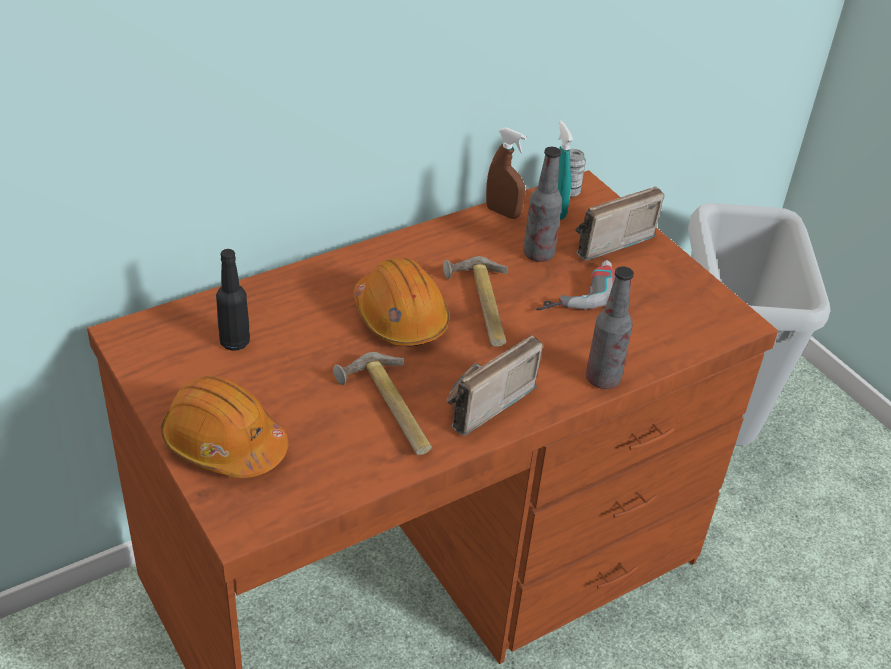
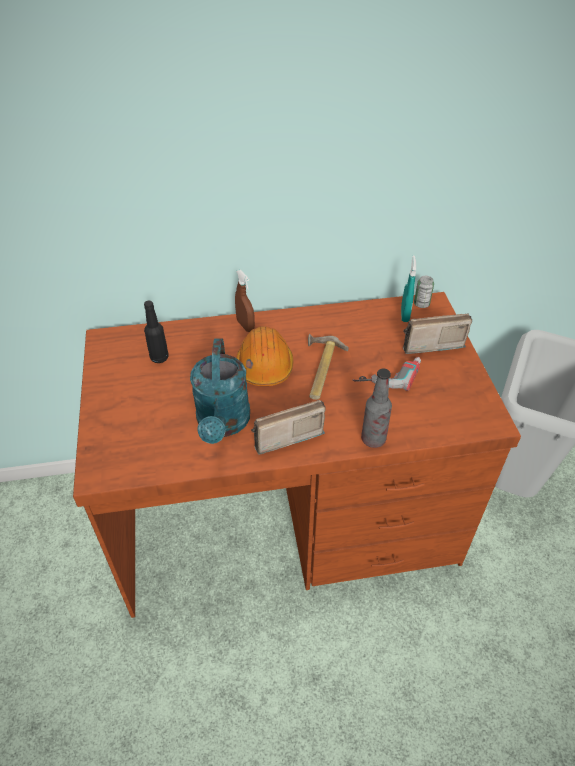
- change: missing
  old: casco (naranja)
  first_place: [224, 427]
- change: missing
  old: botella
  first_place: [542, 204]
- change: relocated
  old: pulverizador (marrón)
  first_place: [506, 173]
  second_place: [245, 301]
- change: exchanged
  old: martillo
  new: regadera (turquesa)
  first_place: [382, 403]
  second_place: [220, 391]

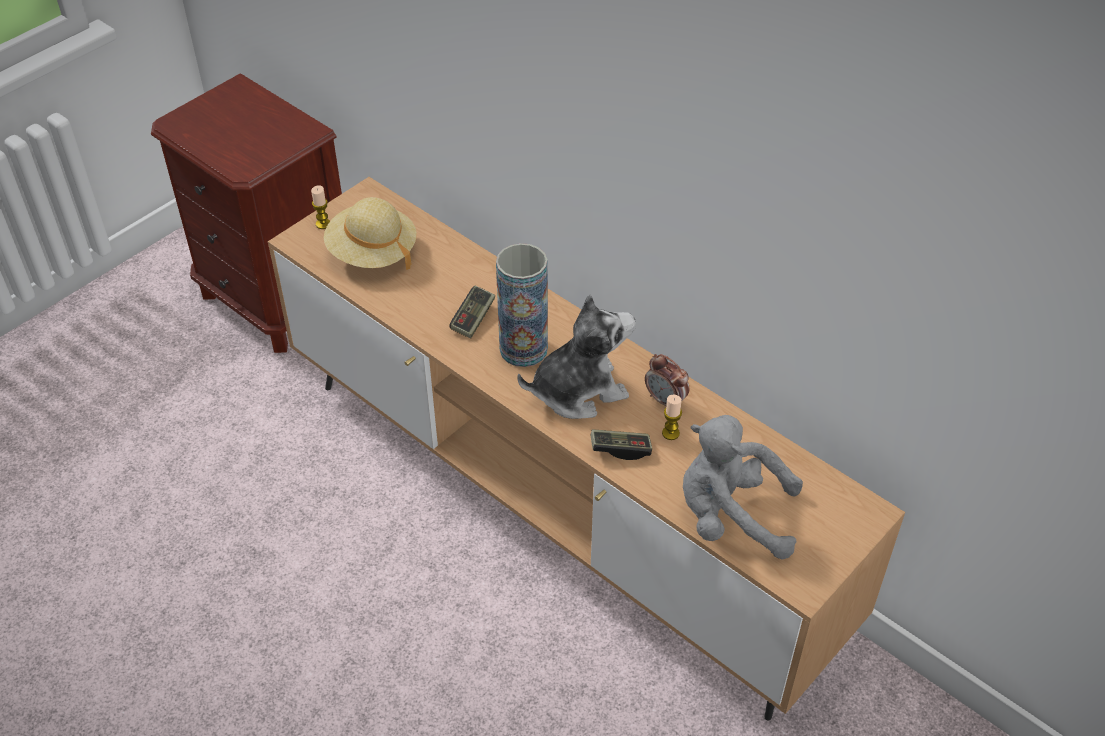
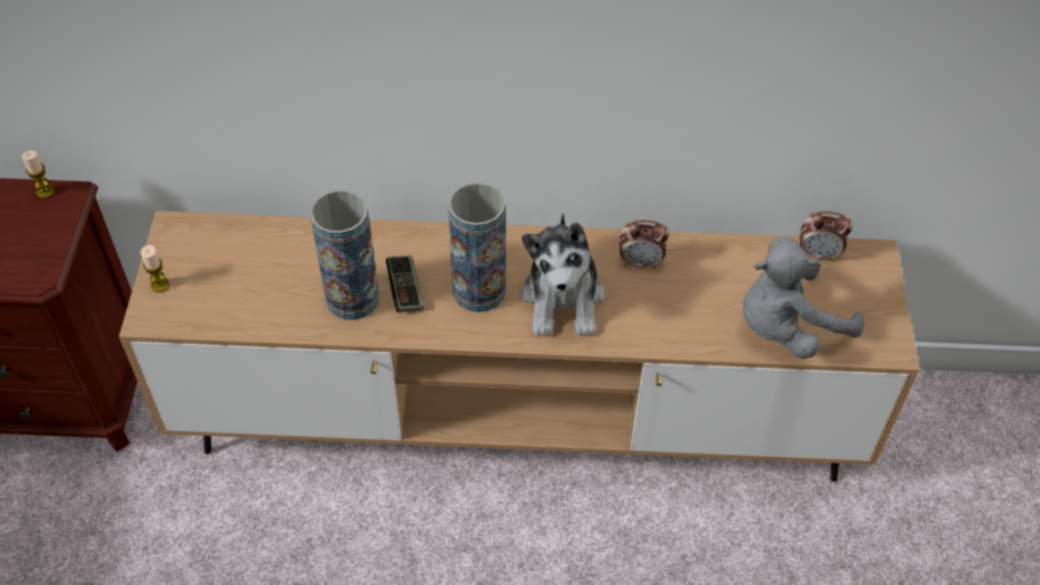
- change: missing
  old: sombrero (beis)
  first_place: [370, 233]
- change: missing
  old: mando de consola
  first_place: [621, 444]
- change: appeared
  new: florero
  second_place: [344, 255]
- change: appeared
  new: despertador
  second_place: [826, 236]
- change: relocated
  old: vela
  first_place: [672, 417]
  second_place: [38, 174]
- change: spun
  old: peluche
  first_place: [576, 356]
  second_place: [563, 274]
  degrees: 150

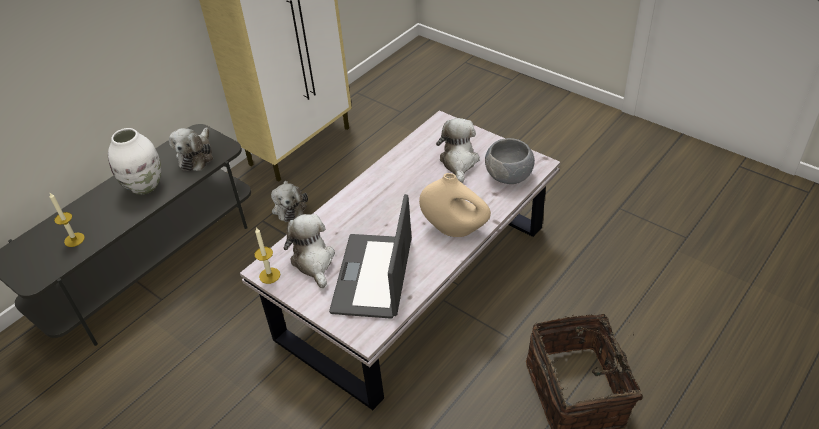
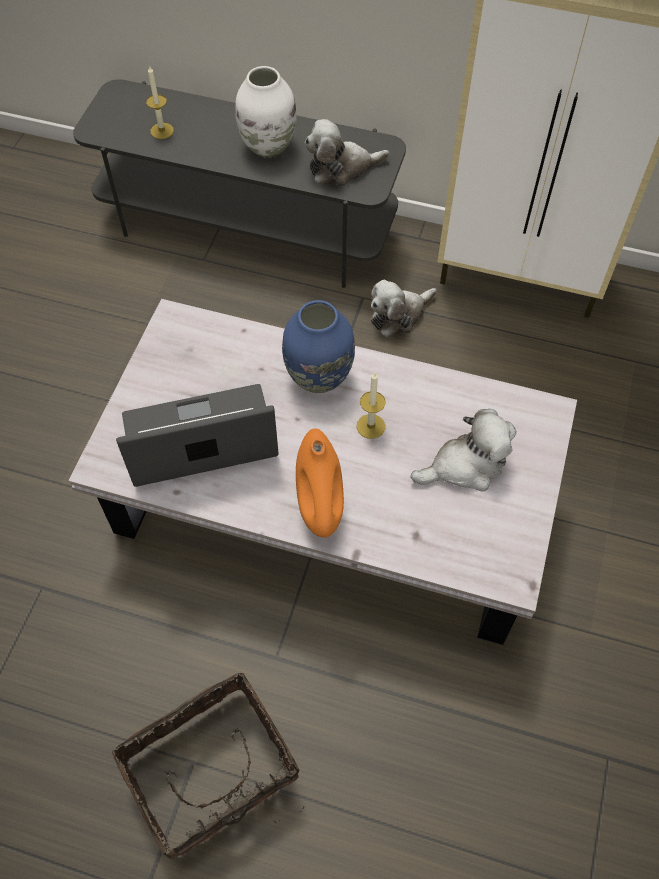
- change: missing
  old: peluche
  first_place: [309, 251]
- change: missing
  old: cuenco (gris)
  first_place: [510, 161]
- change: appeared
  new: florero (azul)
  second_place: [318, 346]
- change: relocated
  old: vela
  first_place: [267, 255]
  second_place: [371, 405]
- change: colour
  old: florero (beis)
  new: florero (naranja)
  first_place: [455, 205]
  second_place: [320, 483]

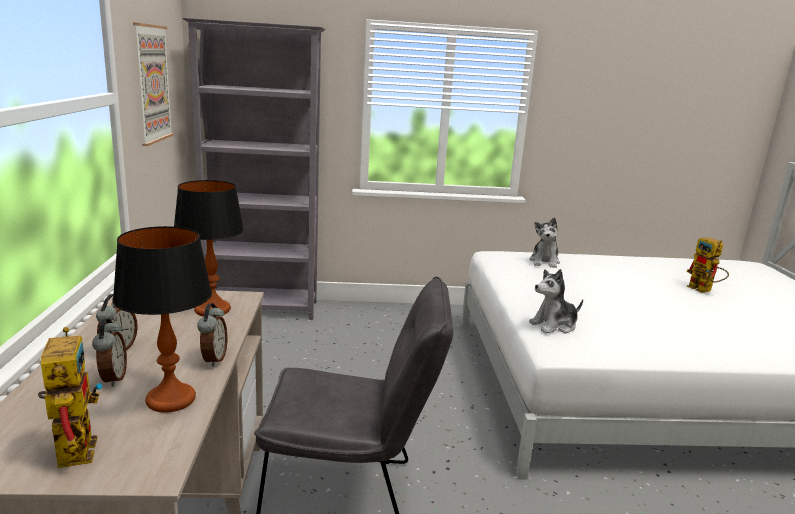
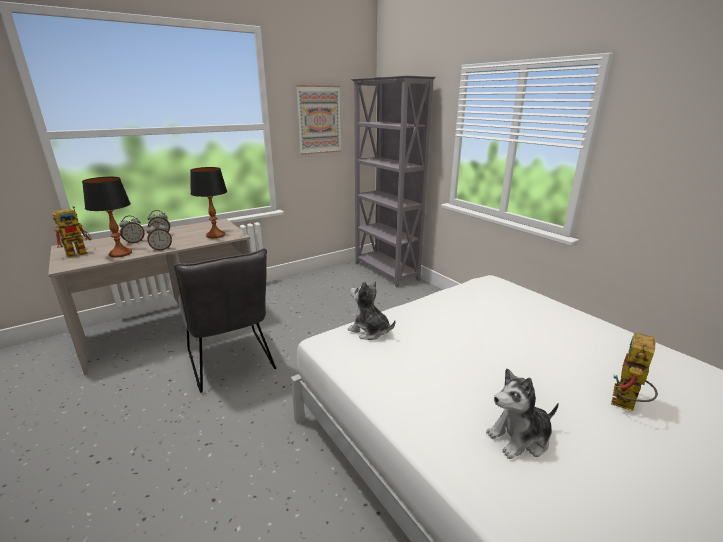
- change: relocated
  old: peluche
  first_place: [545, 242]
  second_place: [522, 413]

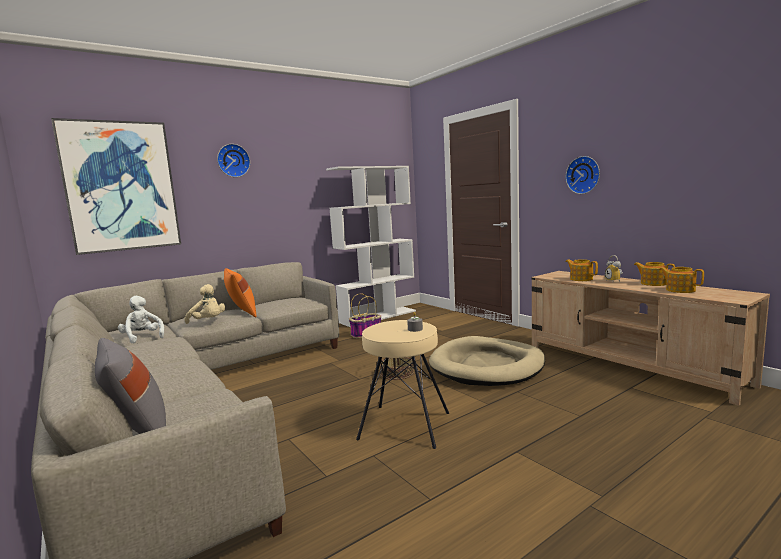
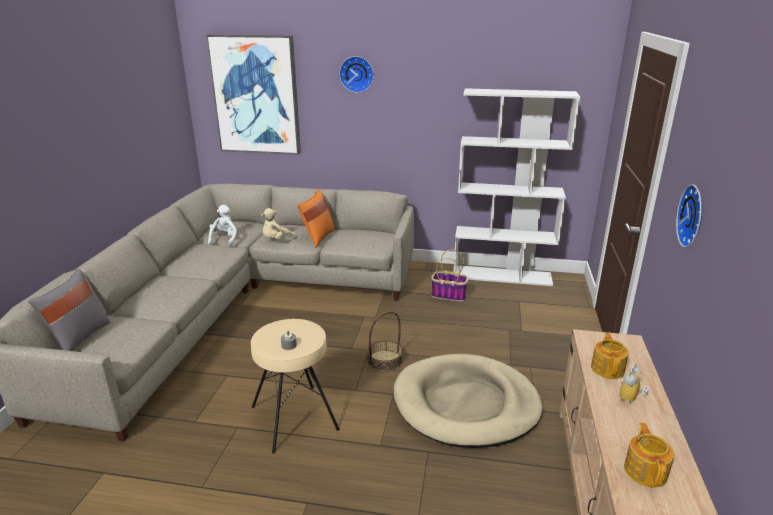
- change: missing
  old: tetera
  first_place: [654, 274]
- change: spun
  old: peluche (beis)
  first_place: [204, 304]
  second_place: [278, 223]
  degrees: 60

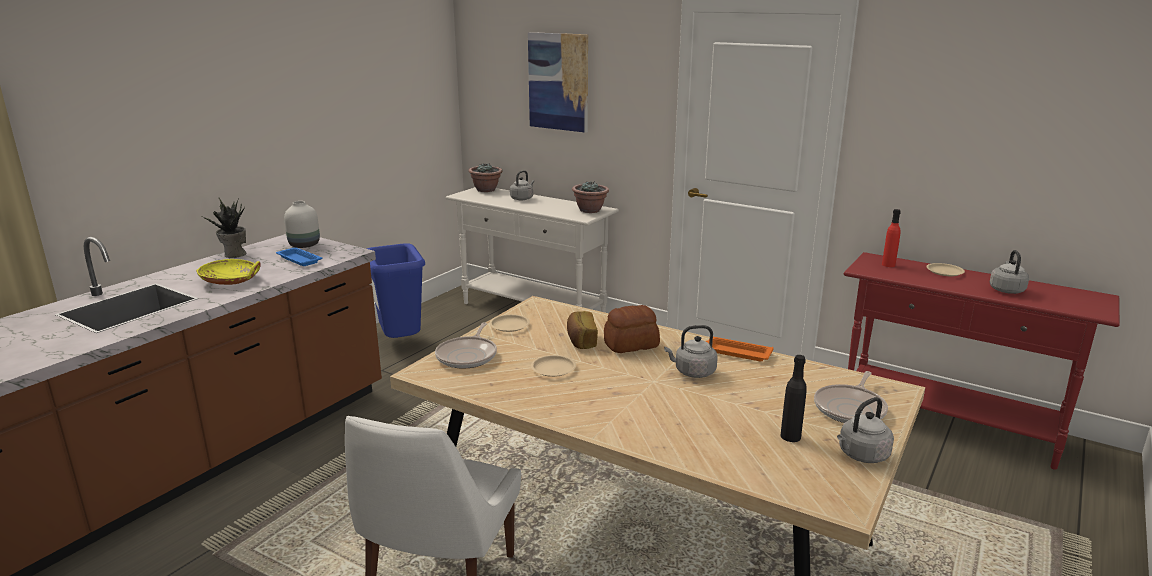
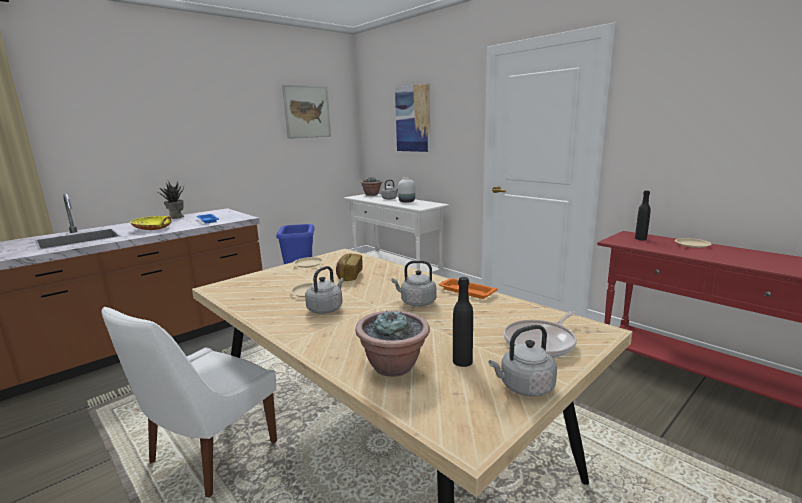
- change: missing
  old: sartén
  first_place: [466, 346]
- change: missing
  old: pan
  first_place: [632, 329]
- change: appeared
  new: cuadro
  second_place: [306, 112]
- change: relocated
  old: florero (blanco)
  first_place: [302, 224]
  second_place: [406, 190]
- change: relocated
  old: planta en maceta
  first_place: [590, 197]
  second_place: [392, 343]
- change: relocated
  old: hervidor (gris)
  first_place: [1009, 272]
  second_place: [324, 290]
- change: colour
  old: botella (rojo)
  new: botella (negro)
  first_place: [891, 238]
  second_place: [643, 215]

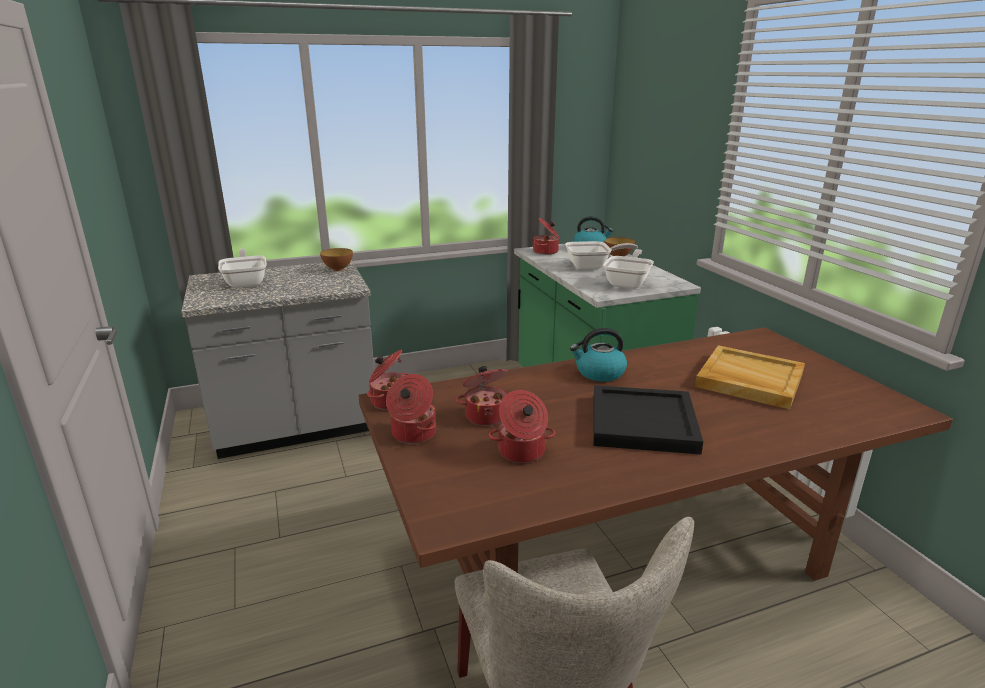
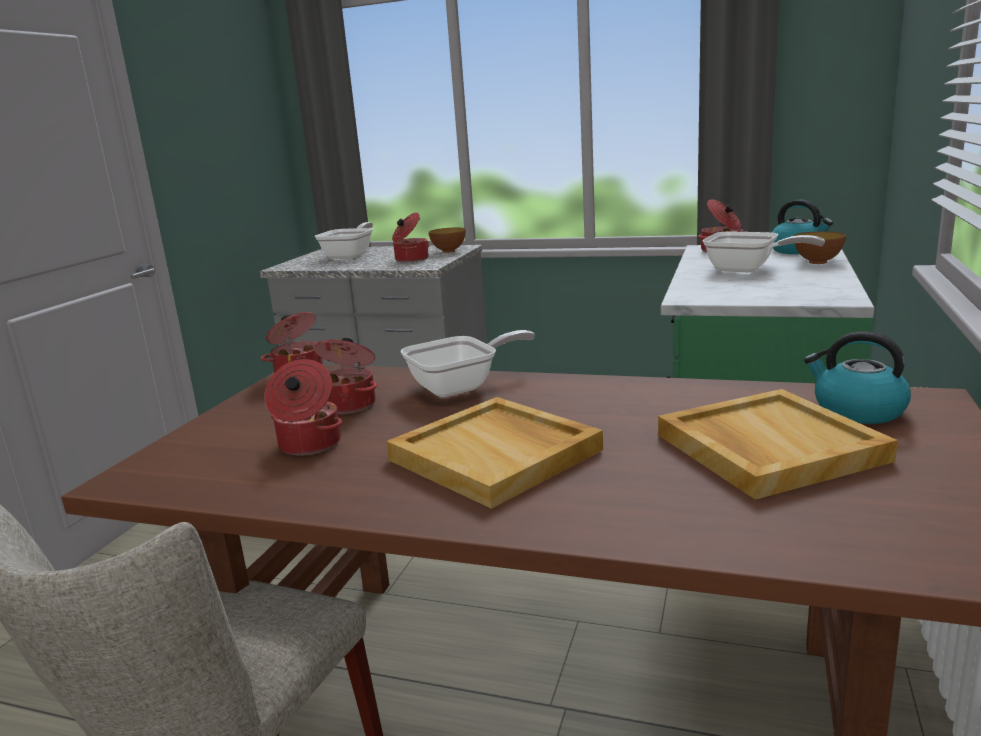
- change: relocated
  old: olla
  first_place: [411, 409]
  second_place: [410, 237]
- change: relocated
  old: hervidor
  first_place: [598, 355]
  second_place: [857, 377]
- change: relocated
  old: sartén
  first_place: [628, 269]
  second_place: [467, 363]
- change: colour
  old: bandeja (negro)
  new: bandeja (beis)
  first_place: [648, 419]
  second_place: [494, 453]

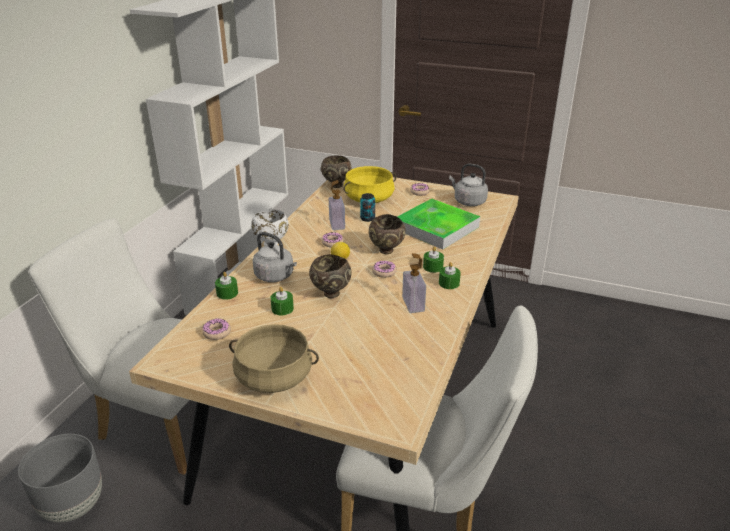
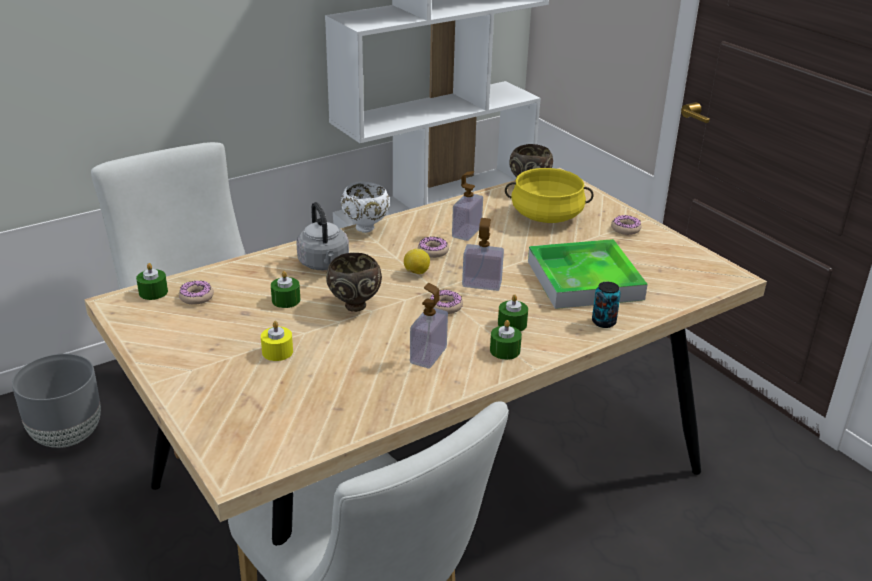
- change: missing
  old: olla (beis)
  first_place: [274, 358]
- change: missing
  old: hervidor (gris)
  first_place: [468, 185]
- change: appeared
  new: vela (amarillo)
  second_place: [277, 341]
- change: relocated
  old: vela (verde)
  first_place: [226, 286]
  second_place: [152, 281]
- change: relocated
  old: lata
  first_place: [367, 207]
  second_place: [606, 305]
- change: exchanged
  old: cuenco (marrón)
  new: dispensador de jabón
  first_place: [387, 234]
  second_place: [483, 254]

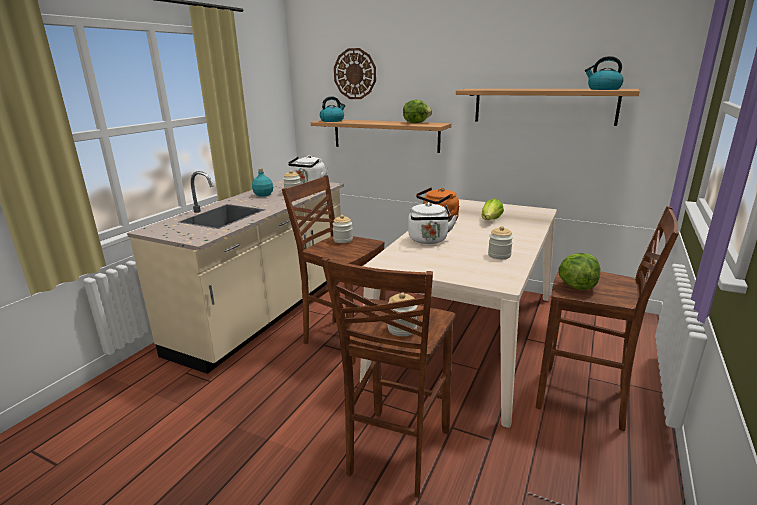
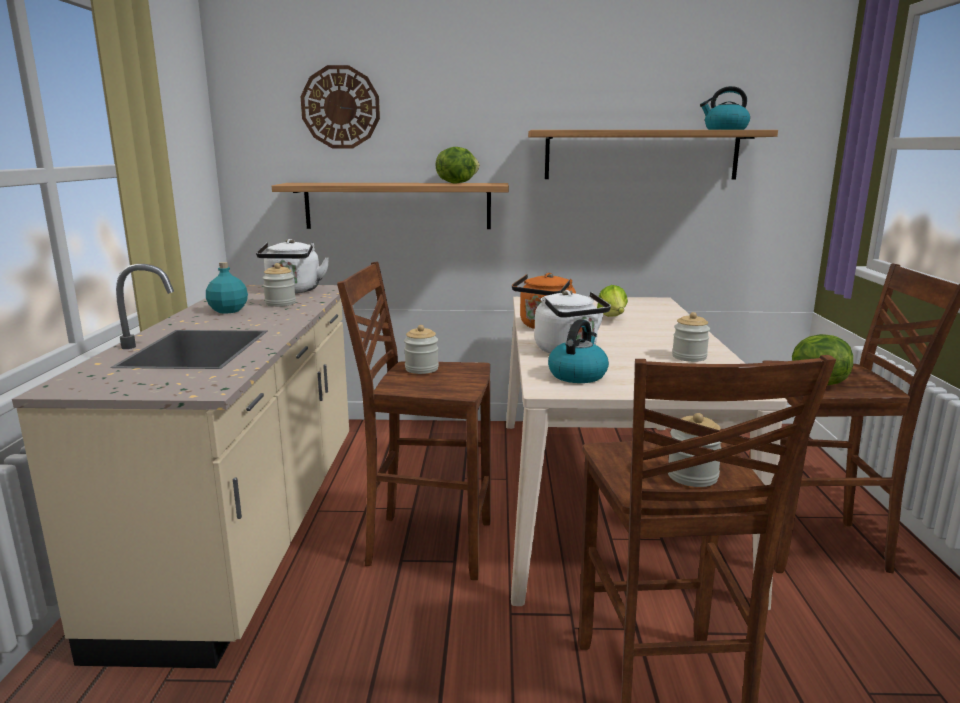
- change: relocated
  old: hervidor
  first_place: [332, 109]
  second_place: [578, 351]

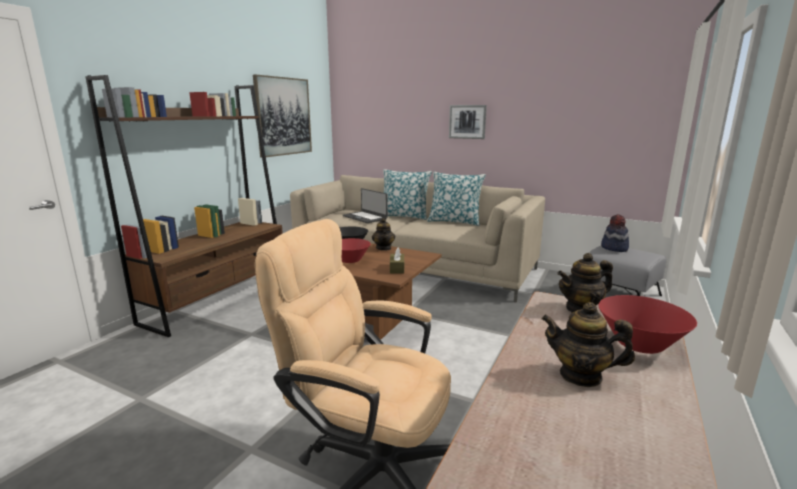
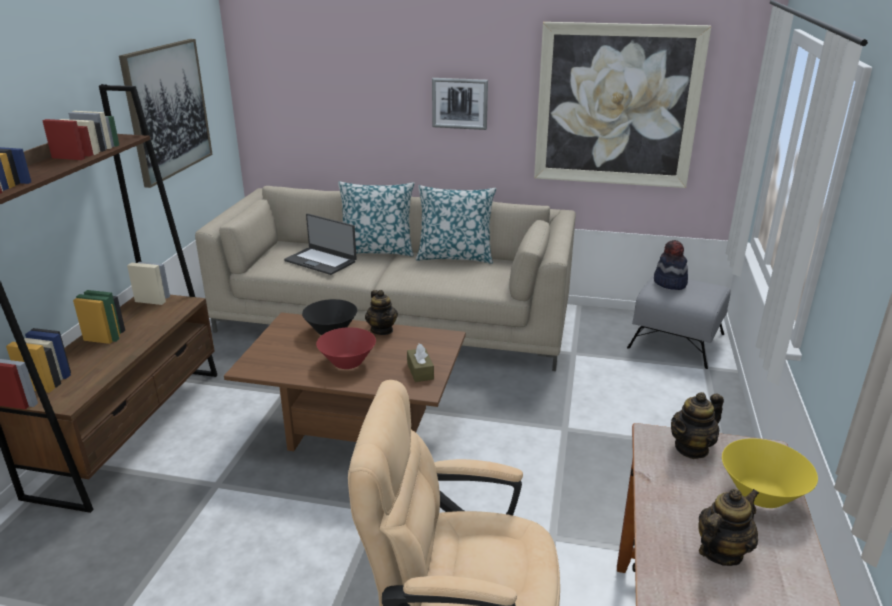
- change: appeared
  new: cuadro
  second_place: [622, 105]
- change: colour
  old: cuenco (rojo)
  new: cuenco (amarillo)
  first_place: [648, 324]
  second_place: [770, 473]
- change: spun
  old: tetera
  first_place: [588, 344]
  second_place: [728, 527]
  degrees: 135

